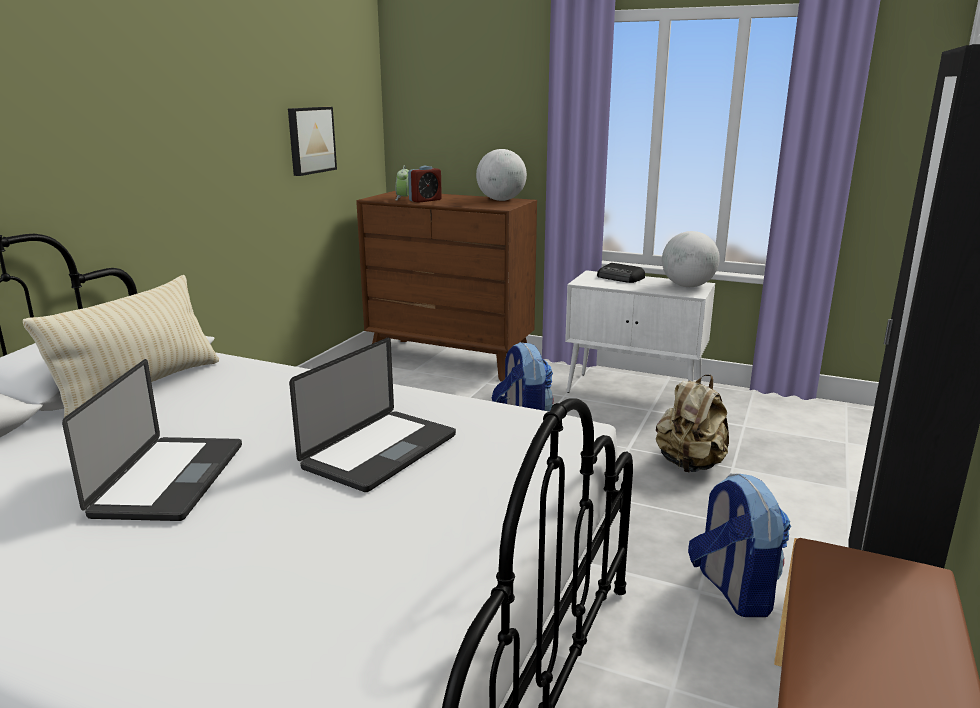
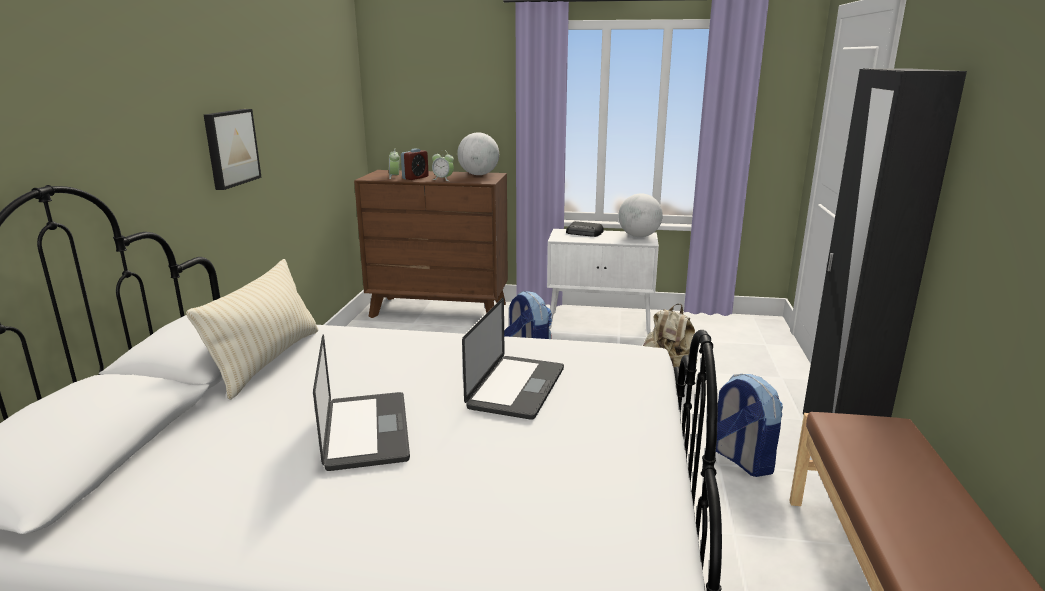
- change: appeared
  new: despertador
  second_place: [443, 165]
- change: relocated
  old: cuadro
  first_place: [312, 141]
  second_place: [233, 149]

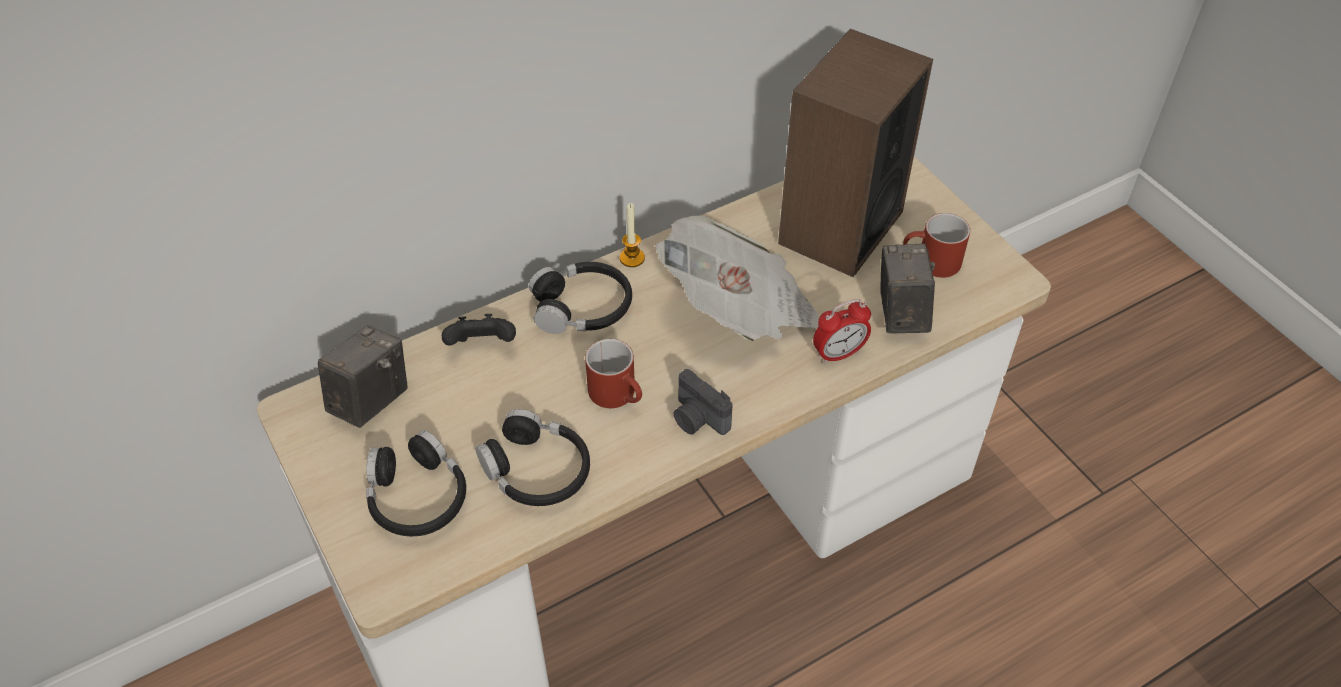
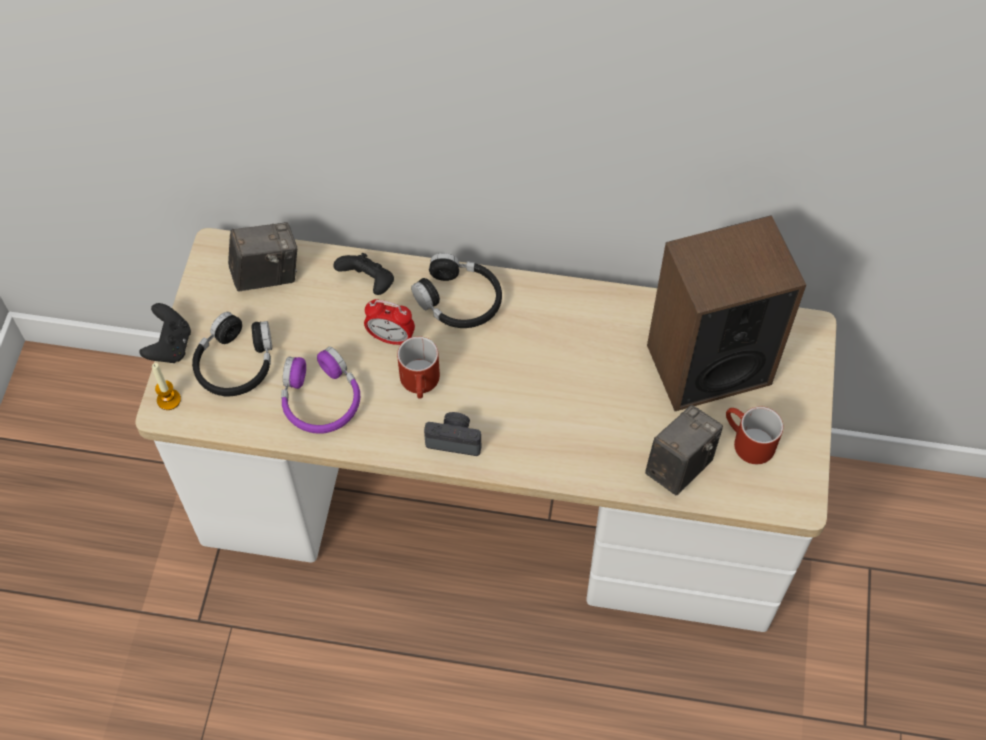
- change: missing
  old: periódico
  first_place: [737, 278]
- change: appeared
  new: mando de consola (negro)
  second_place: [165, 333]
- change: relocated
  old: vela
  first_place: [632, 235]
  second_place: [166, 386]
- change: relocated
  old: despertador
  first_place: [842, 331]
  second_place: [389, 322]
- change: colour
  old: auriculares (negro)
  new: auriculares (morado)
  first_place: [533, 457]
  second_place: [320, 390]
- change: spun
  old: cámara
  first_place: [702, 402]
  second_place: [452, 434]
  degrees: 105

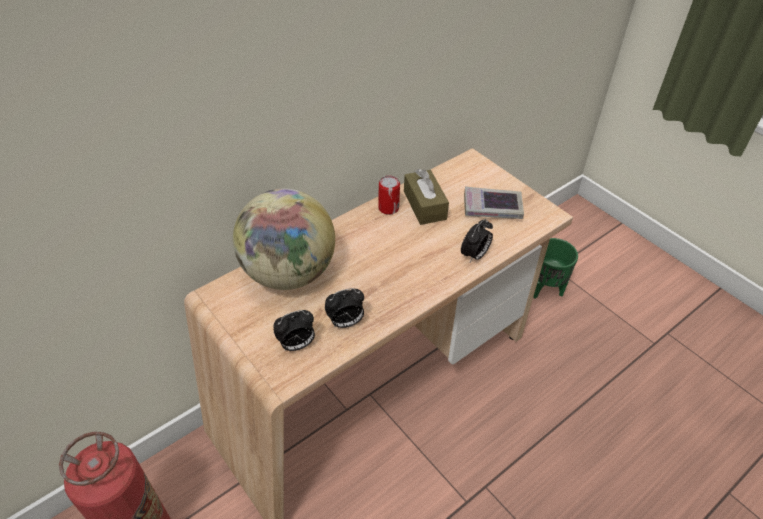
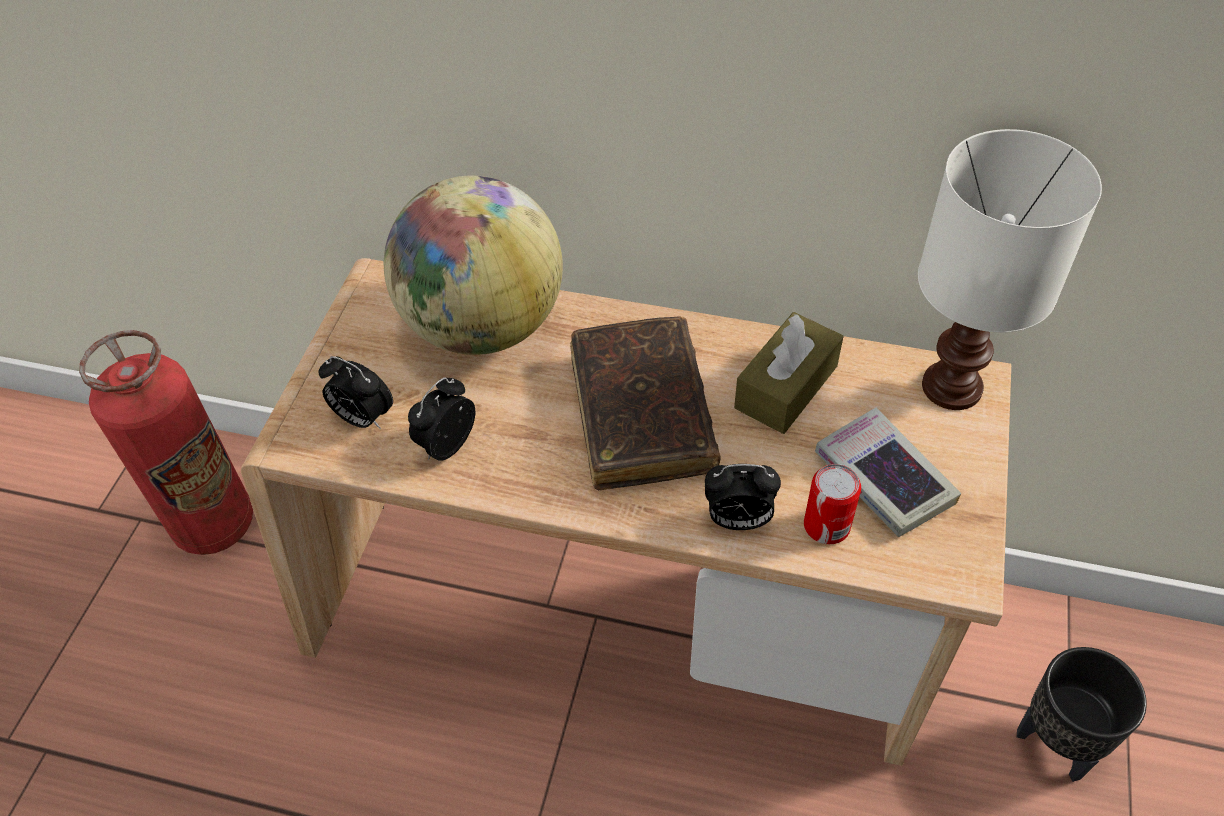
- change: appeared
  new: libro (marrón)
  second_place: [645, 403]
- change: appeared
  new: lámpara de mesa (blanco)
  second_place: [1010, 269]
- change: relocated
  old: lata
  first_place: [389, 195]
  second_place: [832, 504]
- change: colour
  old: maceta (verde)
  new: maceta (negro)
  first_place: [555, 268]
  second_place: [1082, 714]
- change: spun
  old: despertador
  first_place: [344, 308]
  second_place: [441, 419]
  degrees: 90

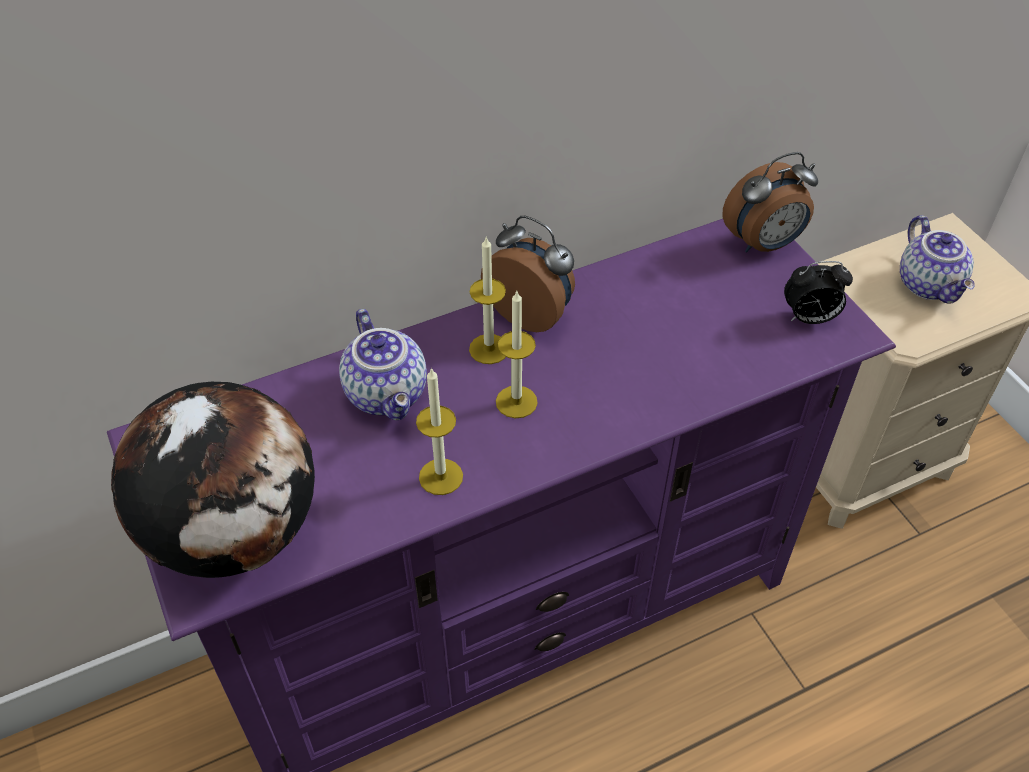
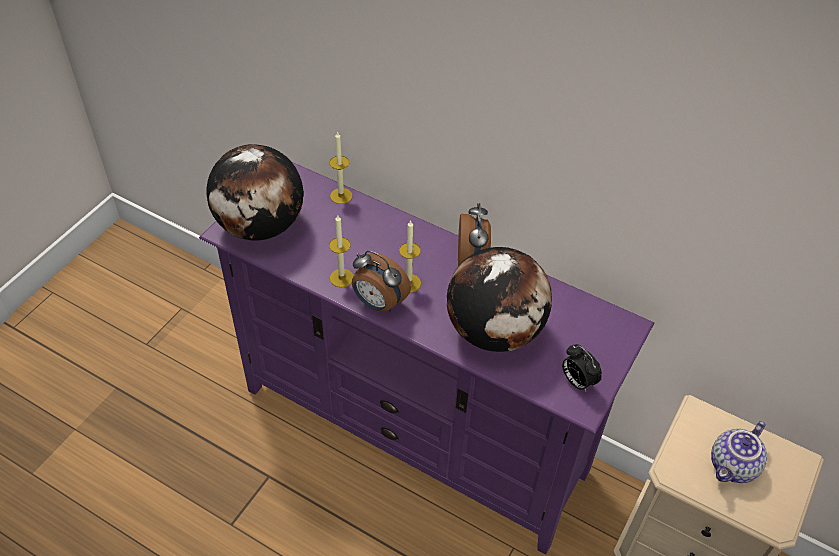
- change: missing
  old: tetera
  first_place: [383, 364]
- change: appeared
  new: globo terráqueo
  second_place: [499, 299]
- change: relocated
  old: vela
  first_place: [487, 300]
  second_place: [341, 167]
- change: relocated
  old: despertador
  first_place: [770, 202]
  second_place: [381, 281]

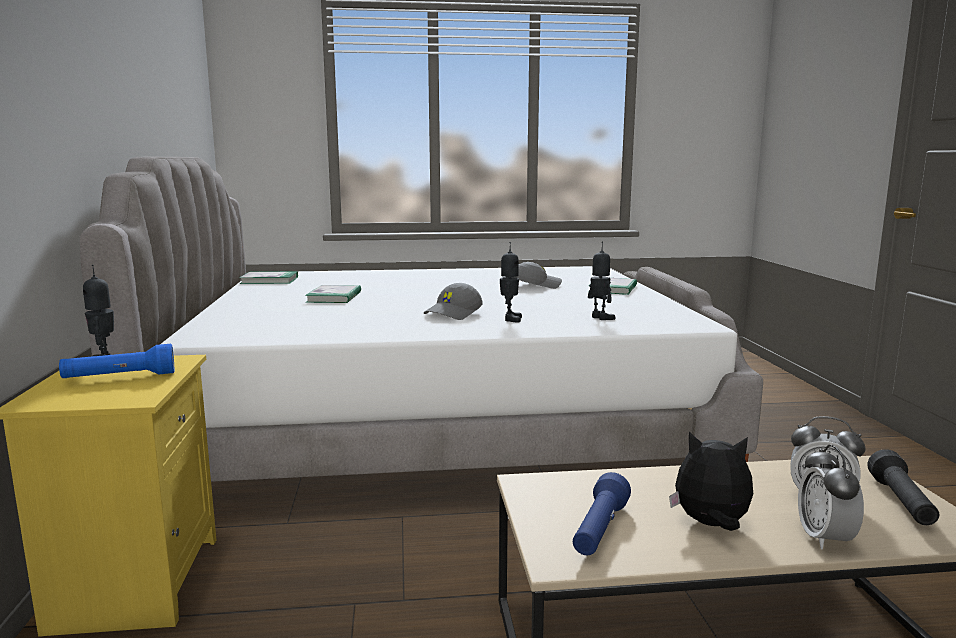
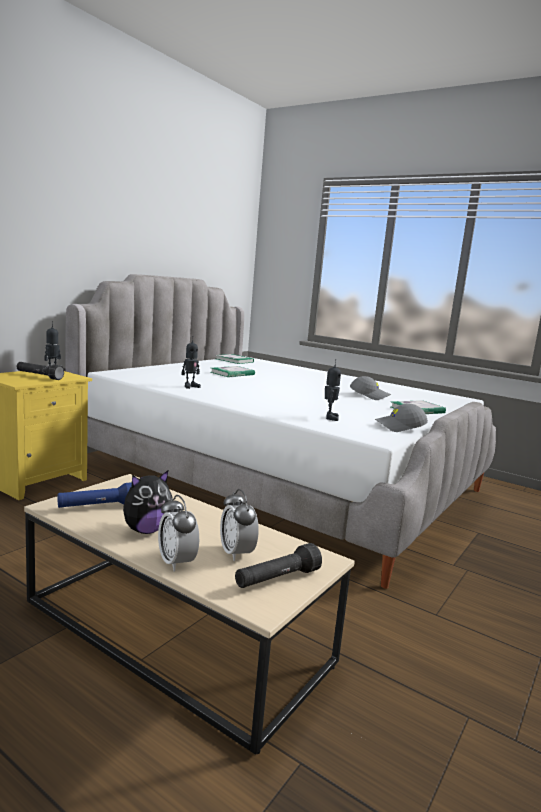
- change: relocated
  old: gorra (gris)
  first_place: [453, 301]
  second_place: [401, 417]
- change: relocated
  old: robot de juguete
  first_place: [511, 282]
  second_place: [191, 362]
- change: colour
  old: linterna (azul)
  new: linterna (negro)
  first_place: [116, 361]
  second_place: [40, 371]
- change: spun
  old: peluche
  first_place: [711, 481]
  second_place: [148, 502]
  degrees: 90
- change: spun
  old: despertador
  first_place: [831, 497]
  second_place: [178, 533]
  degrees: -75

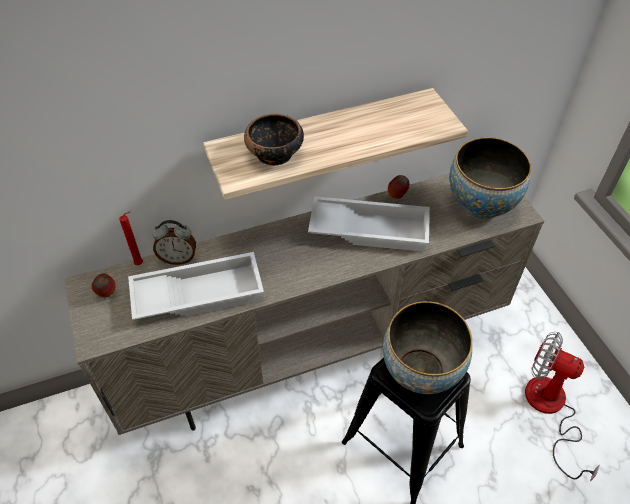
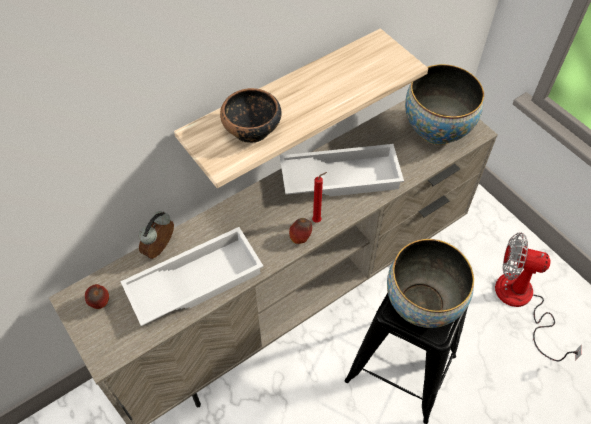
- change: relocated
  old: vela (rojo)
  first_place: [131, 238]
  second_place: [319, 197]
- change: relocated
  old: manzana
  first_place: [398, 187]
  second_place: [300, 231]
- change: spun
  old: despertador
  first_place: [174, 242]
  second_place: [156, 235]
  degrees: 135

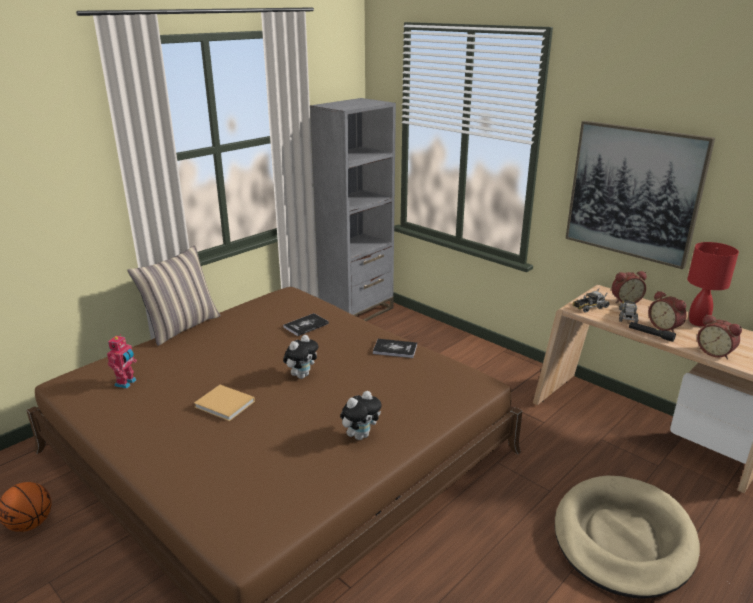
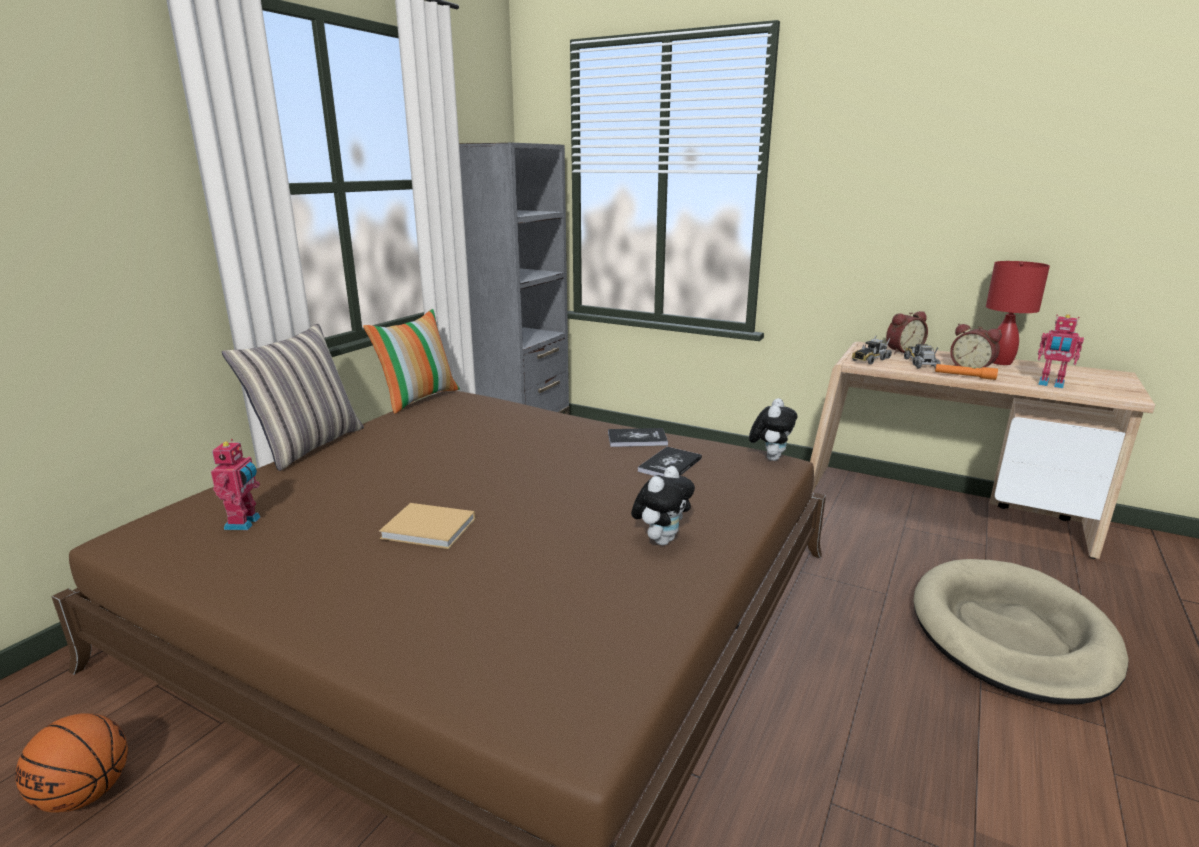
- change: missing
  old: cuadro
  first_place: [640, 195]
- change: appeared
  new: cojín
  second_place: [411, 361]
- change: relocated
  old: libro
  first_place: [306, 324]
  second_place: [670, 461]
- change: relocated
  old: peluche
  first_place: [300, 357]
  second_place: [773, 429]
- change: exchanged
  old: despertador
  new: robot de juguete
  first_place: [719, 337]
  second_place: [1061, 351]
- change: colour
  old: linterna (negro)
  new: linterna (naranja)
  first_place: [652, 332]
  second_place: [966, 372]

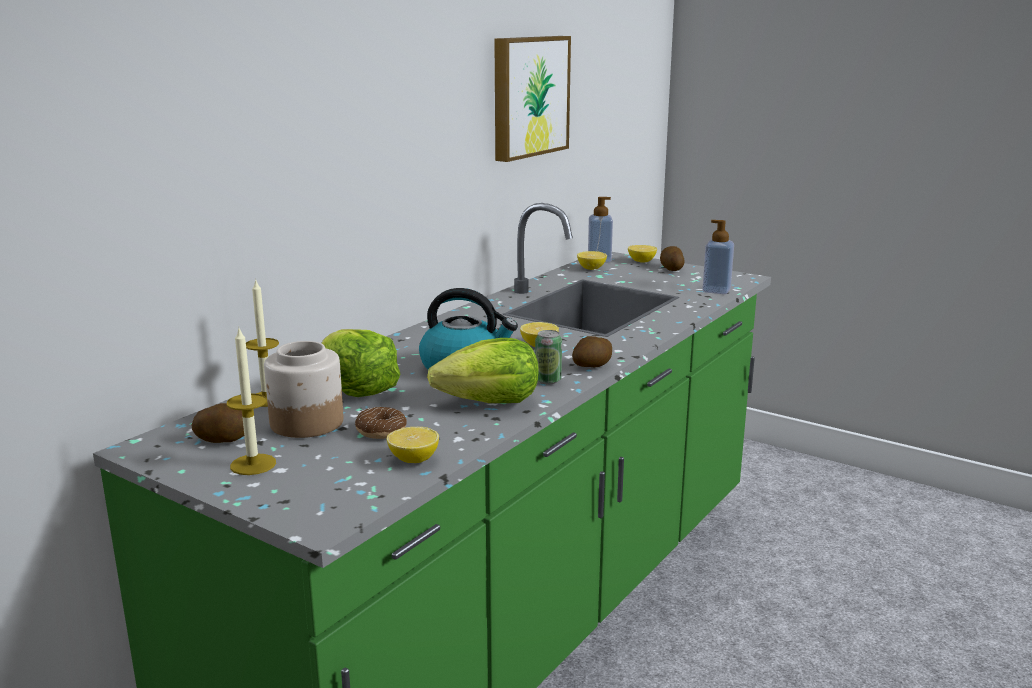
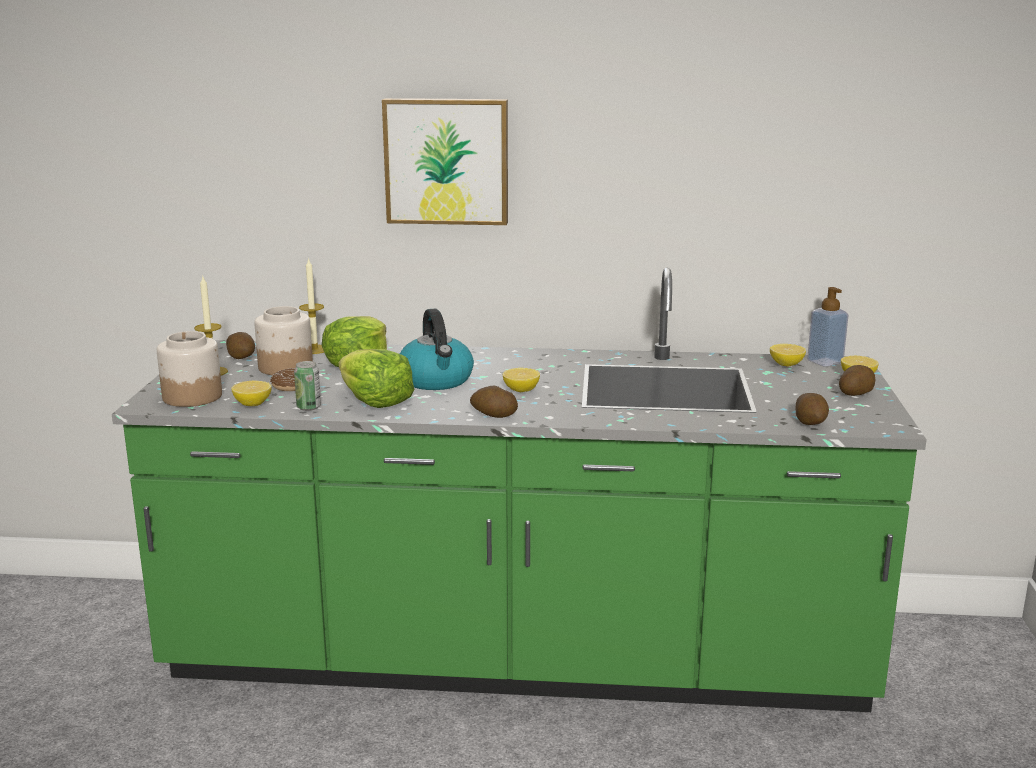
- change: appeared
  new: tarro
  second_place: [189, 369]
- change: relocated
  old: cuadro
  first_place: [532, 99]
  second_place: [445, 161]
- change: relocated
  old: lata
  first_place: [548, 357]
  second_place: [307, 386]
- change: exchanged
  old: dispensador de jabón
  new: patata
  first_place: [718, 257]
  second_place: [812, 409]

